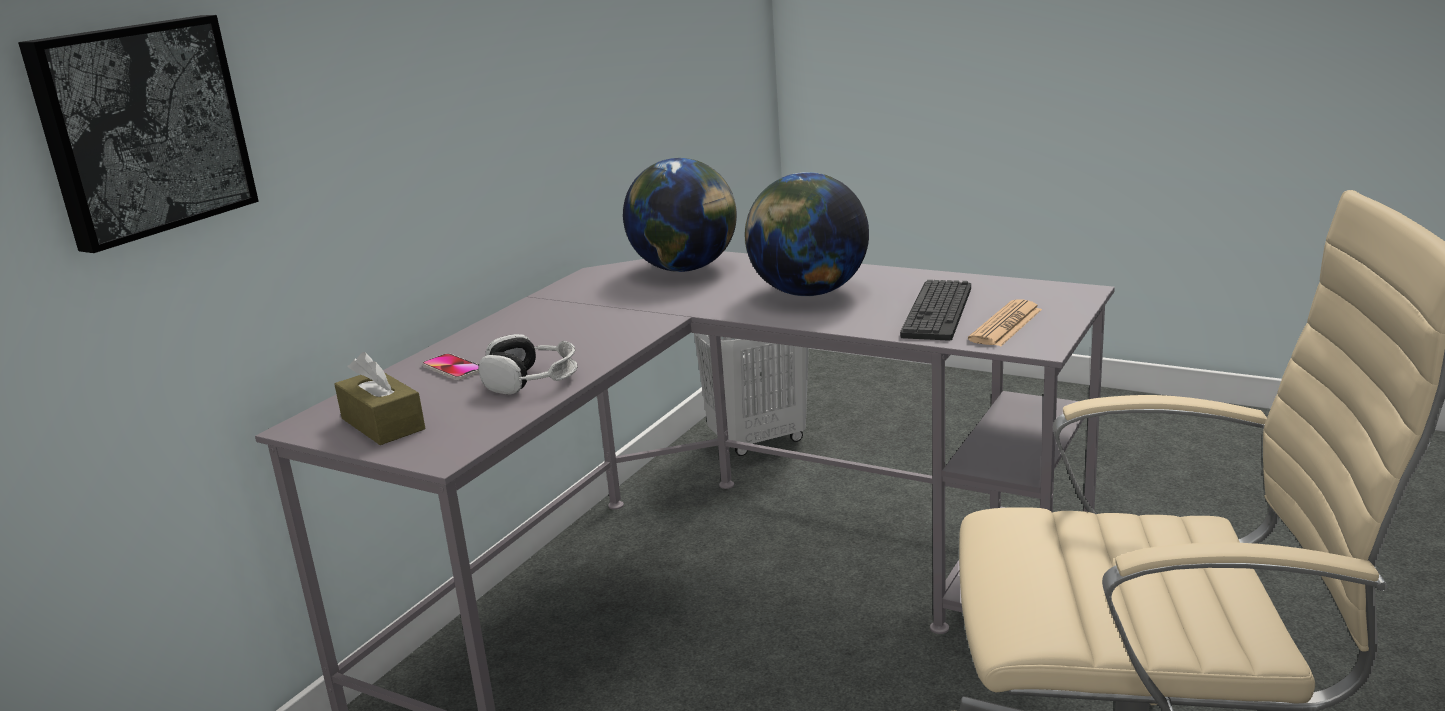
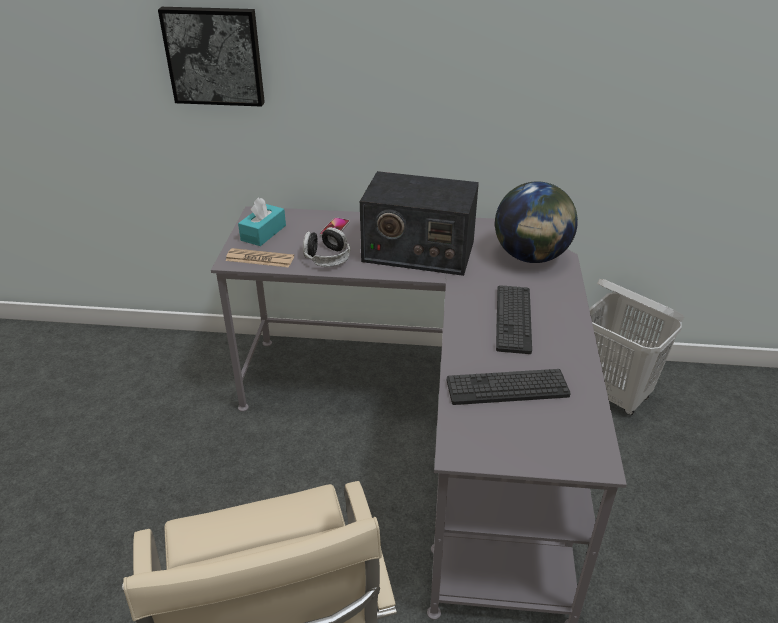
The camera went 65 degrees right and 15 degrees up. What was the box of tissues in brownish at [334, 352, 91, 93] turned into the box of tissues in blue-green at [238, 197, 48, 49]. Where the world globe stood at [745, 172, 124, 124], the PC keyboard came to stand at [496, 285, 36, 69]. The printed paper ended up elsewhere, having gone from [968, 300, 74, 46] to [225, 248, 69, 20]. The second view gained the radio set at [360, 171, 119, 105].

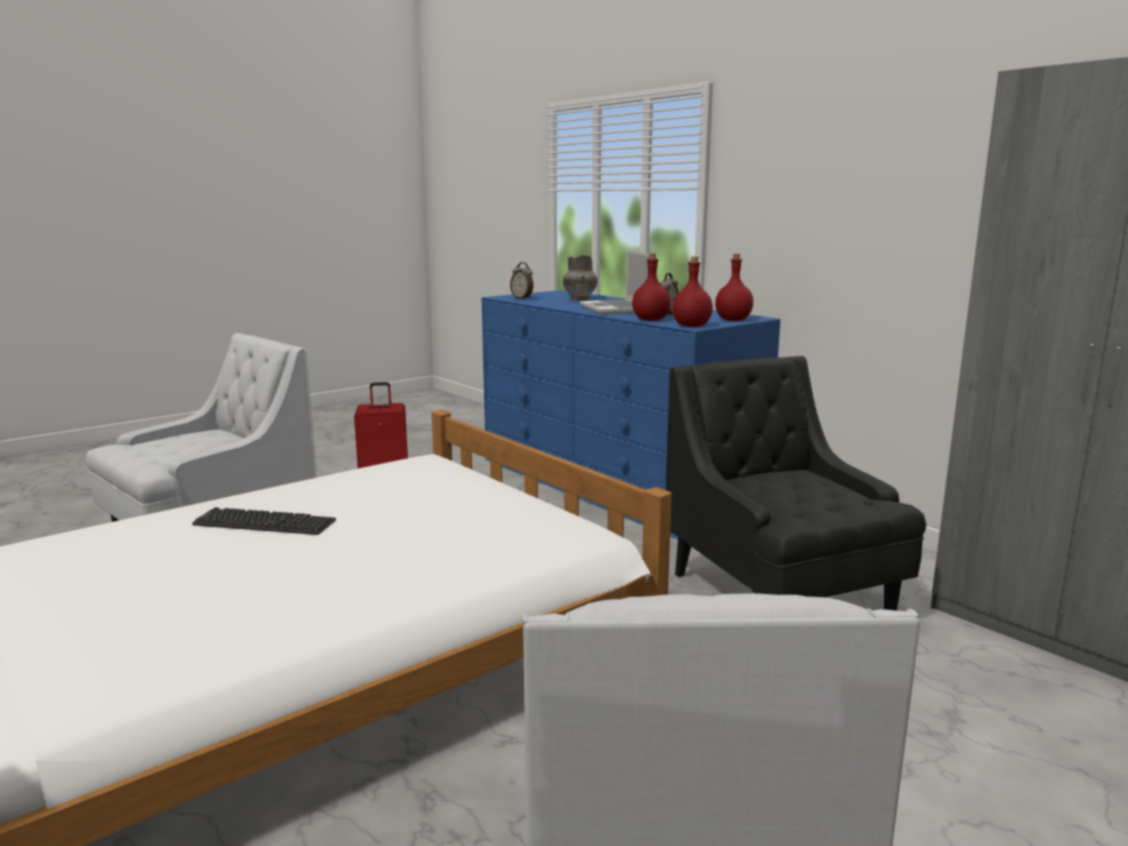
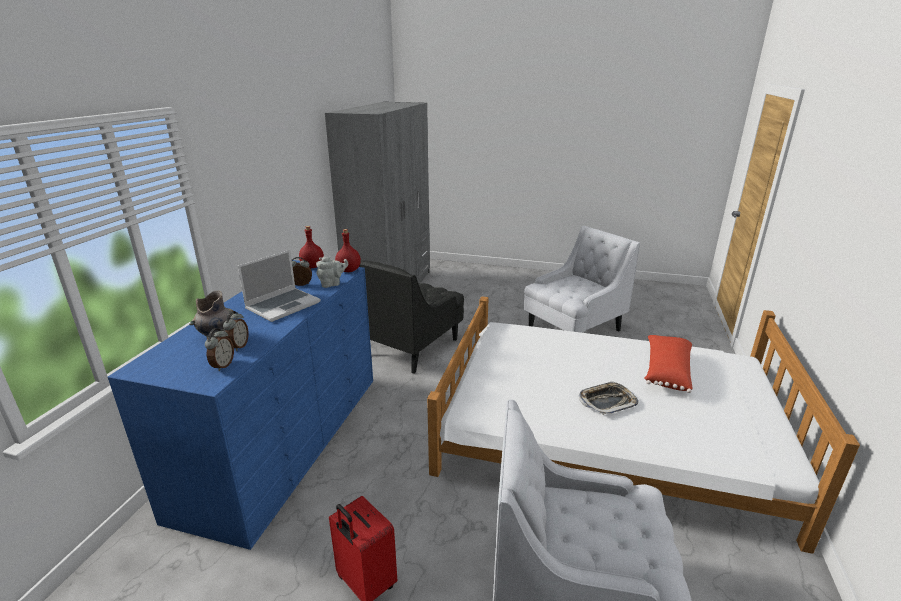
The camera went 125 degrees left and 10 degrees up. Where the PC keyboard stood at [192, 507, 144, 28], the carrying tray came to stand at [579, 381, 60, 34]. Where the drink bottle in red-coloured stood at [632, 254, 39, 67], the pot for tea in gray came to stand at [316, 256, 32, 32]. The second view gained the bedside clock at [223, 311, 26, 40]. The second view gained the pillow in red-coloured at [644, 335, 49, 58].

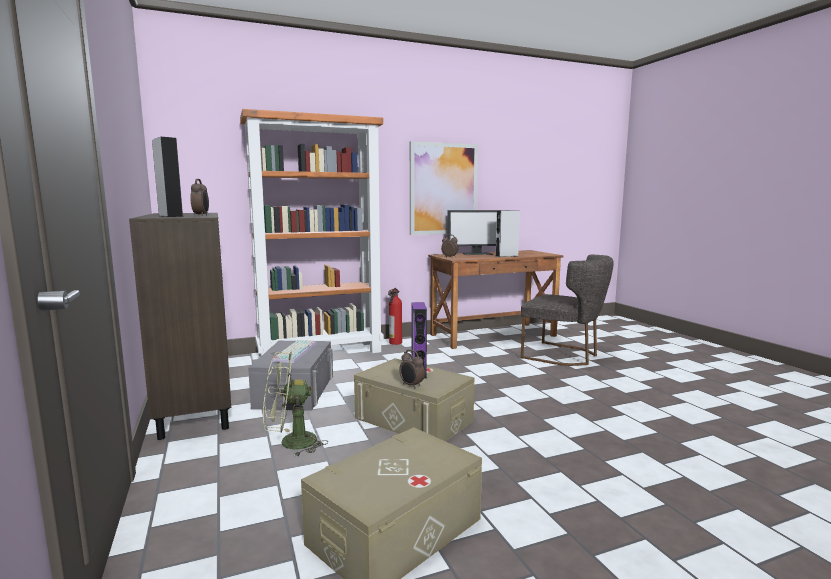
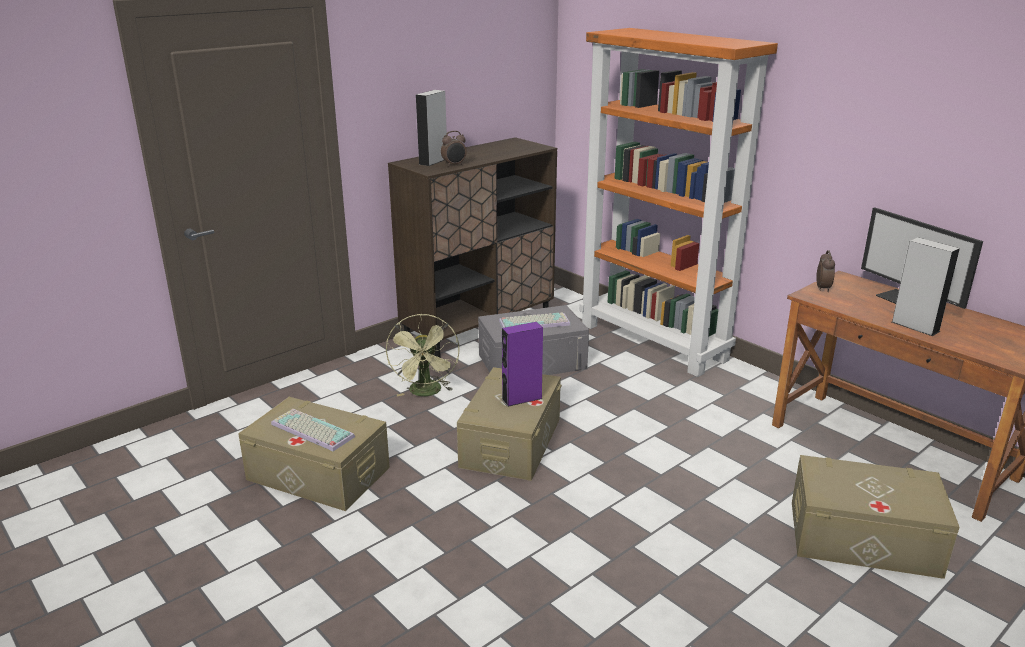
The camera went 70 degrees right and 15 degrees up. The electric fan in green-coloured at [263, 351, 65, 106] ended up facing another way, 150 degrees counterclockwise from before. The second view lost the fire extinguisher at [388, 288, 14, 57]. The second view lost the bedside clock at [399, 350, 26, 39]. The second view lost the picture at [410, 141, 68, 94]. Where the plain chair in gray stood at [521, 255, 93, 111], the storage container in sand-coloured came to stand at [792, 455, 167, 124]. The second view gained the PC keyboard at [271, 409, 84, 42].

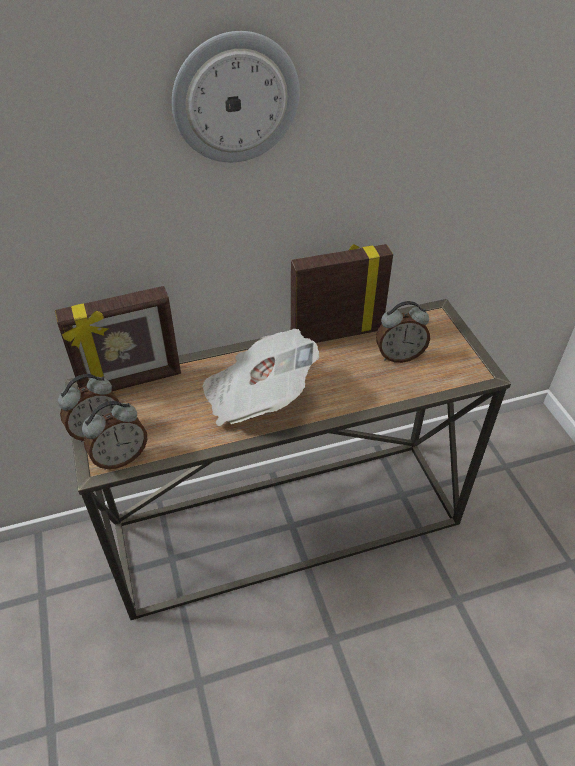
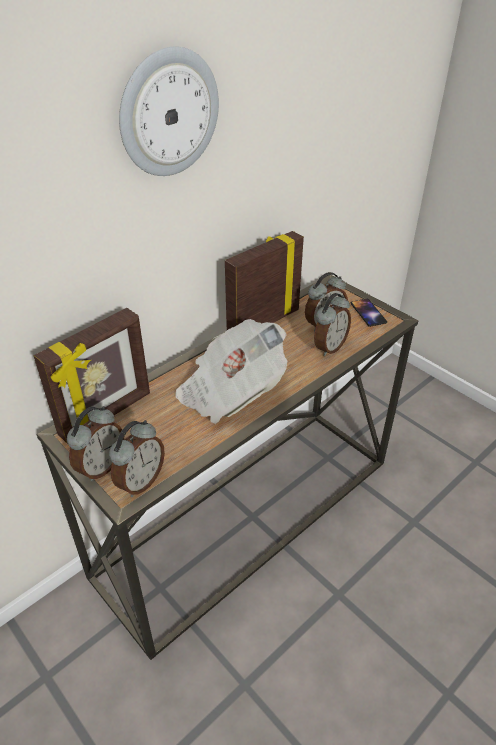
The camera went 25 degrees left and 5 degrees down. The second view gained the bedside clock at [314, 293, 37, 63]. The second view gained the telephone at [351, 299, 36, 28].

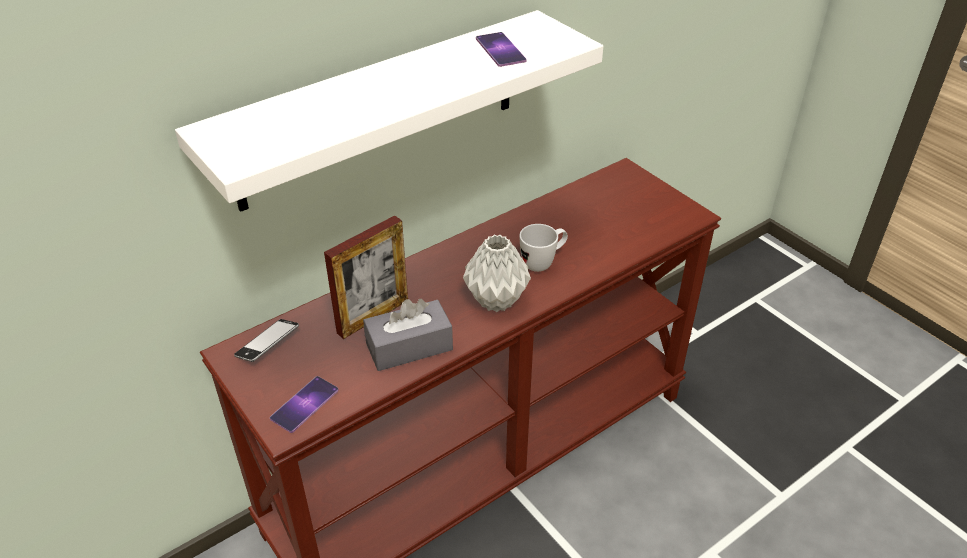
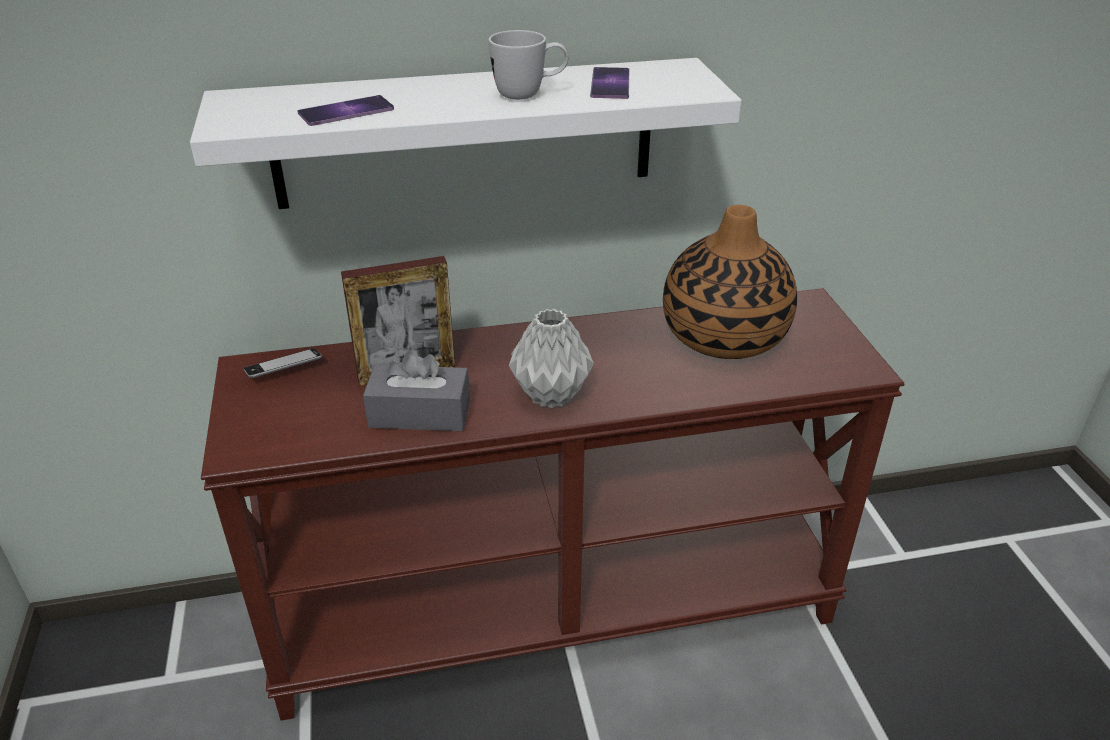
The camera went 25 degrees right and 5 degrees down. The telephone ended up elsewhere, having gone from [270, 376, 69, 57] to [298, 95, 96, 31]. The mug in white-coloured ended up elsewhere, having gone from [519, 224, 49, 48] to [489, 30, 79, 70]. The second view gained the flower vase at [663, 205, 134, 154].

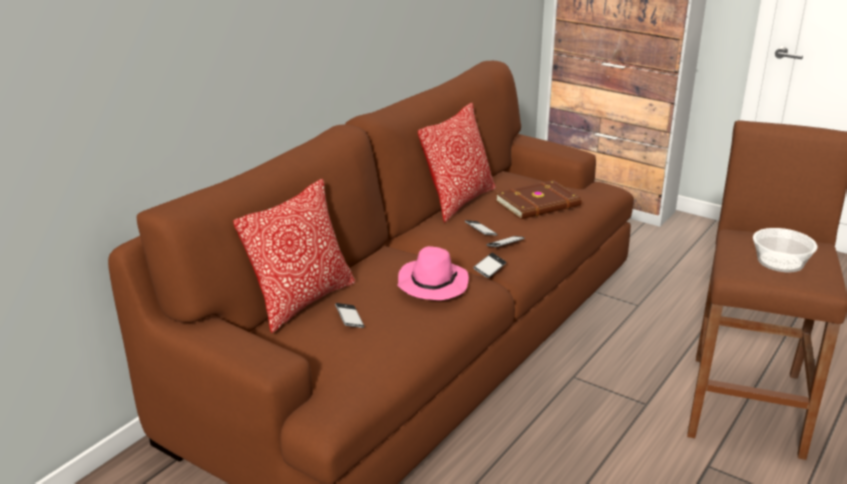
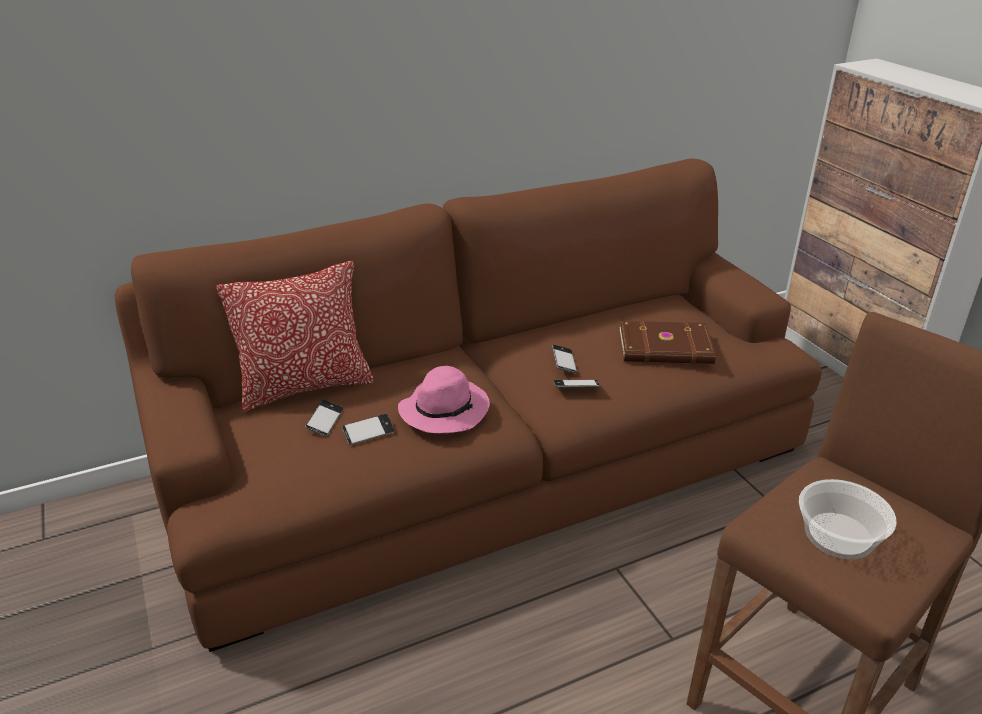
The camera went 30 degrees right and 5 degrees up. The second view lost the pillow at [418, 103, 78, 120]. The telephone ended up elsewhere, having gone from [473, 253, 33, 25] to [342, 414, 53, 31].

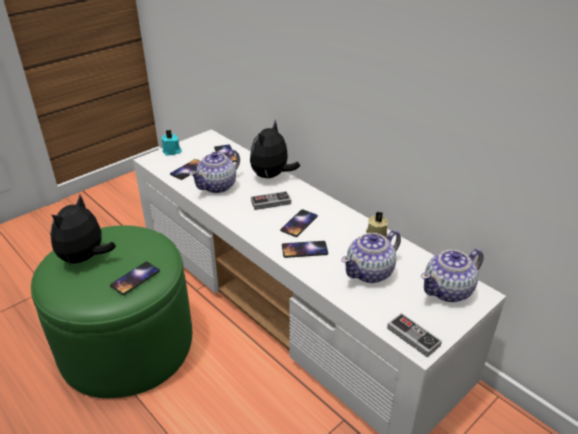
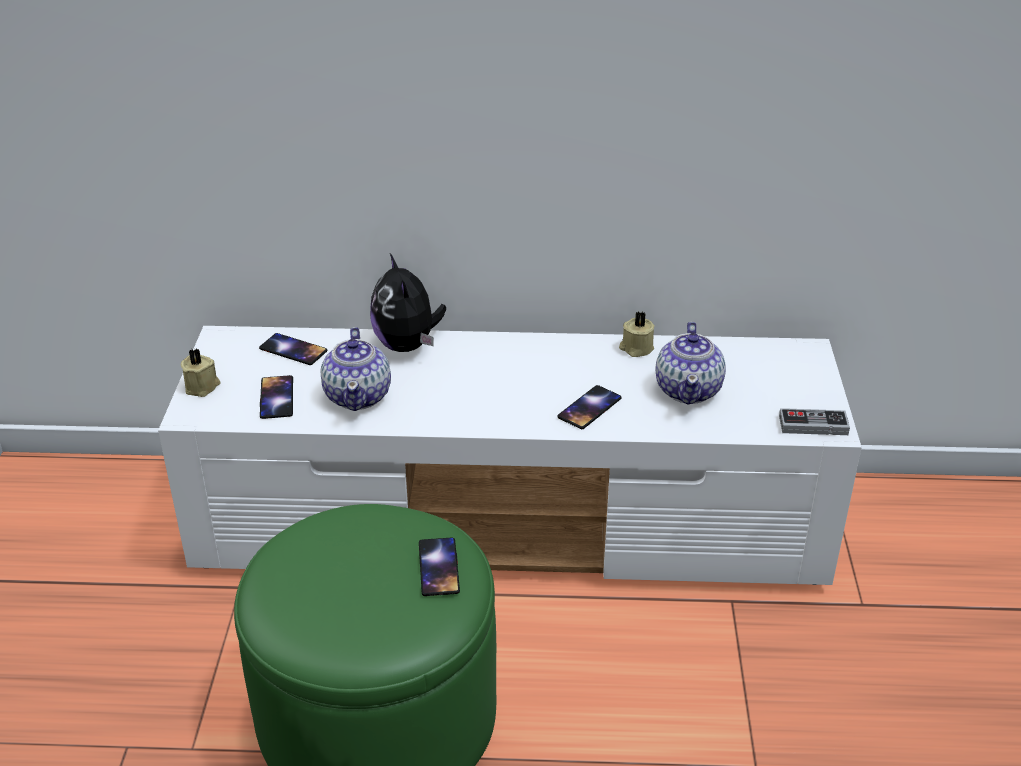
The camera went 45 degrees left and 0 degrees up. The second view lost the soft toy at [50, 195, 66, 70]. What was the wax candle in blue-green at [161, 130, 21, 26] turned into the wax candle in sand-coloured at [181, 348, 39, 49]. The second view lost the game controller at [251, 191, 40, 19]. The second view lost the telephone at [280, 209, 38, 28]. The second view lost the pot for tea at [421, 249, 62, 53].

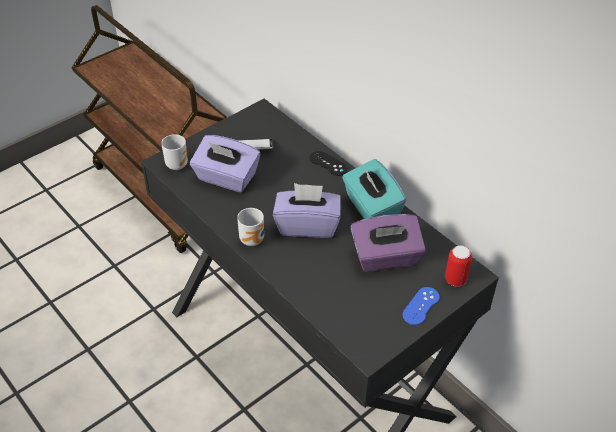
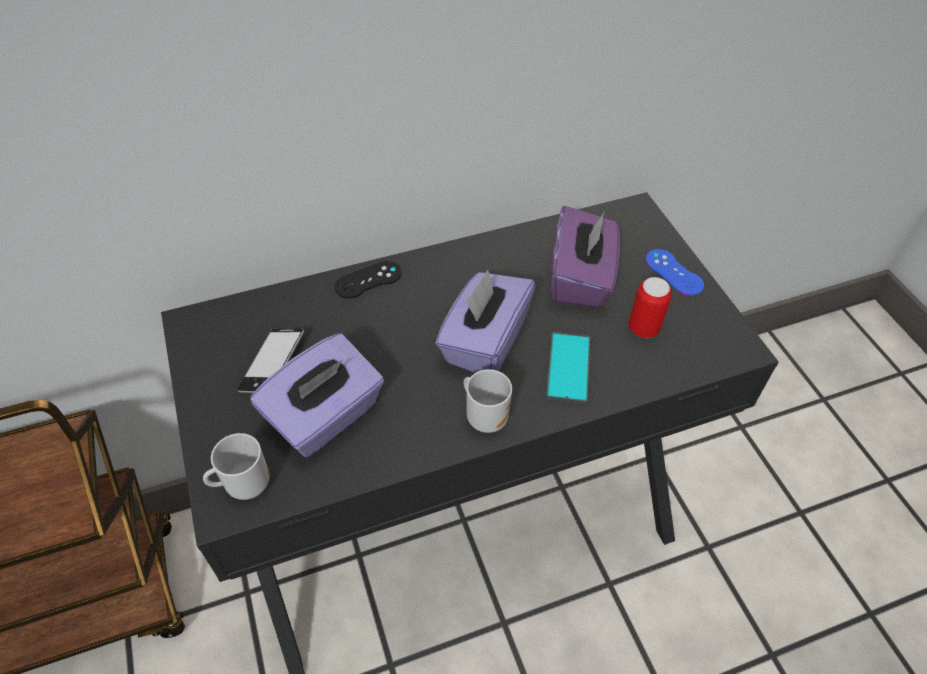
The camera went 70 degrees left and 5 degrees up. The second view lost the box of tissues in blue-green at [342, 159, 64, 60]. The sealed can ended up elsewhere, having gone from [445, 245, 27, 42] to [629, 277, 43, 61]. The second view gained the telephone at [546, 332, 44, 72].

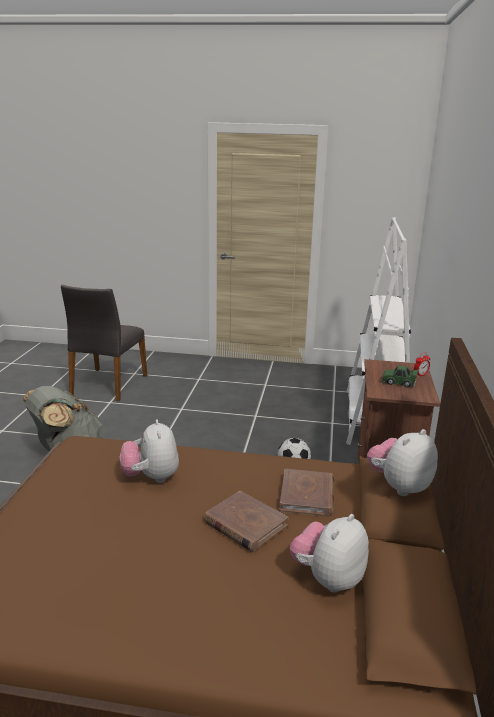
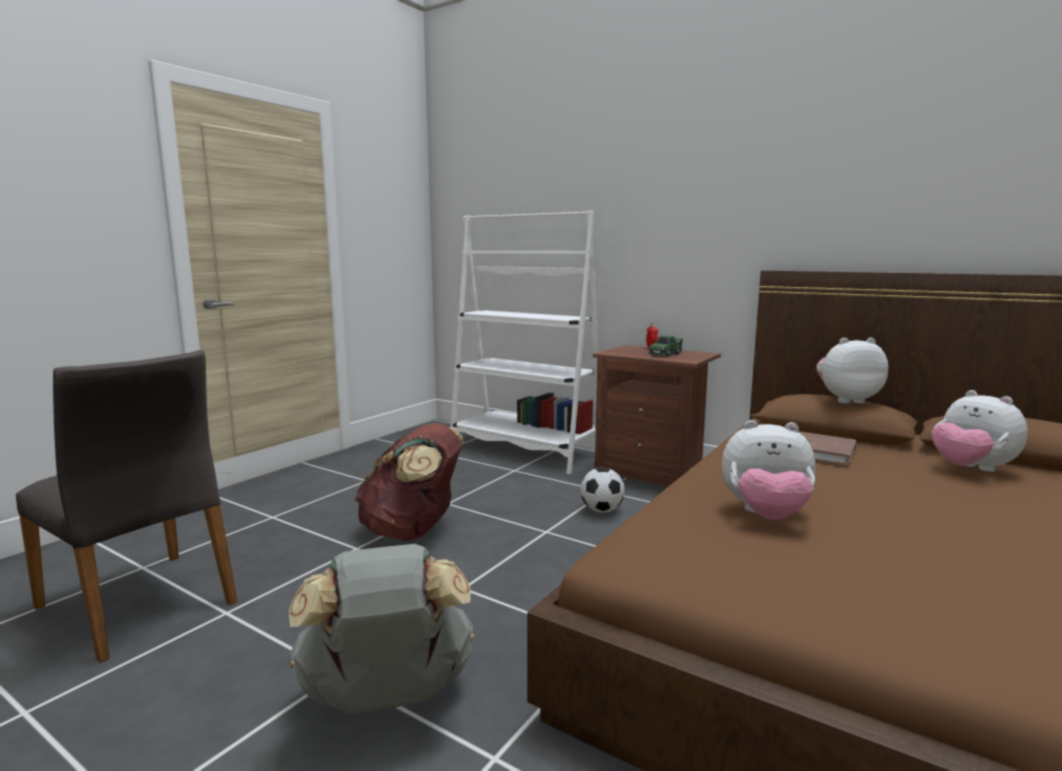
The camera went 65 degrees left and 10 degrees down. The second view lost the bound book in brownish at [204, 491, 85, 61]. The soft toy at [367, 429, 71, 67] ended up facing another way, 105 degrees clockwise from before. The second view gained the knapsack in brownish at [355, 423, 109, 118].

